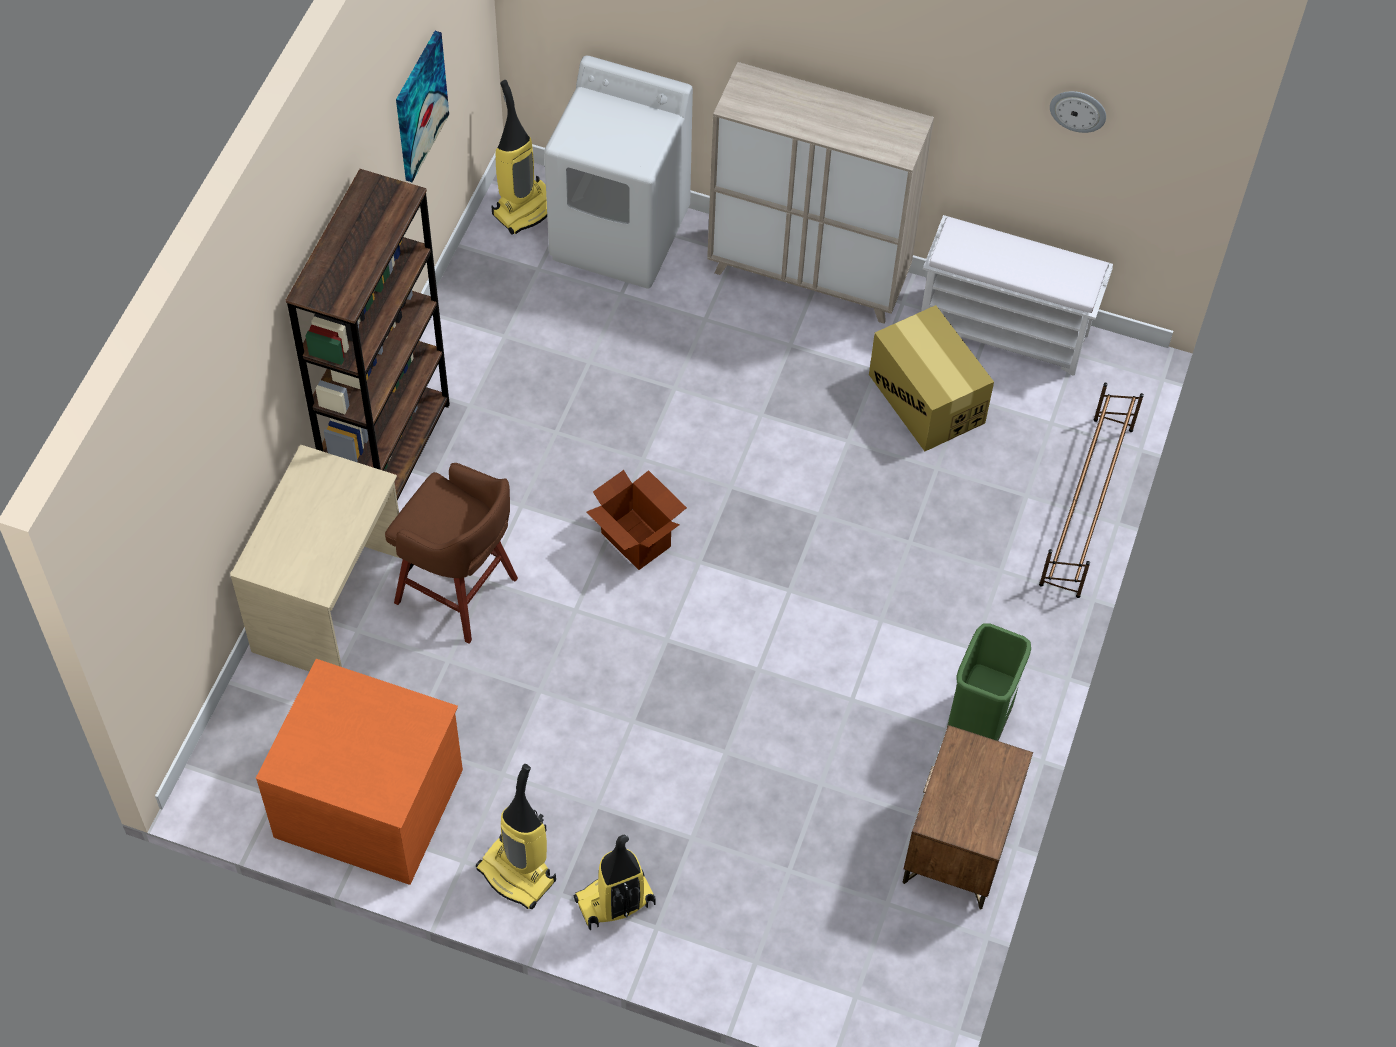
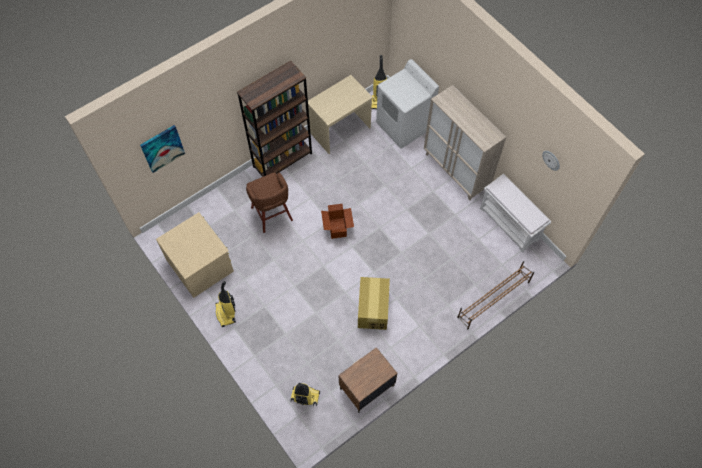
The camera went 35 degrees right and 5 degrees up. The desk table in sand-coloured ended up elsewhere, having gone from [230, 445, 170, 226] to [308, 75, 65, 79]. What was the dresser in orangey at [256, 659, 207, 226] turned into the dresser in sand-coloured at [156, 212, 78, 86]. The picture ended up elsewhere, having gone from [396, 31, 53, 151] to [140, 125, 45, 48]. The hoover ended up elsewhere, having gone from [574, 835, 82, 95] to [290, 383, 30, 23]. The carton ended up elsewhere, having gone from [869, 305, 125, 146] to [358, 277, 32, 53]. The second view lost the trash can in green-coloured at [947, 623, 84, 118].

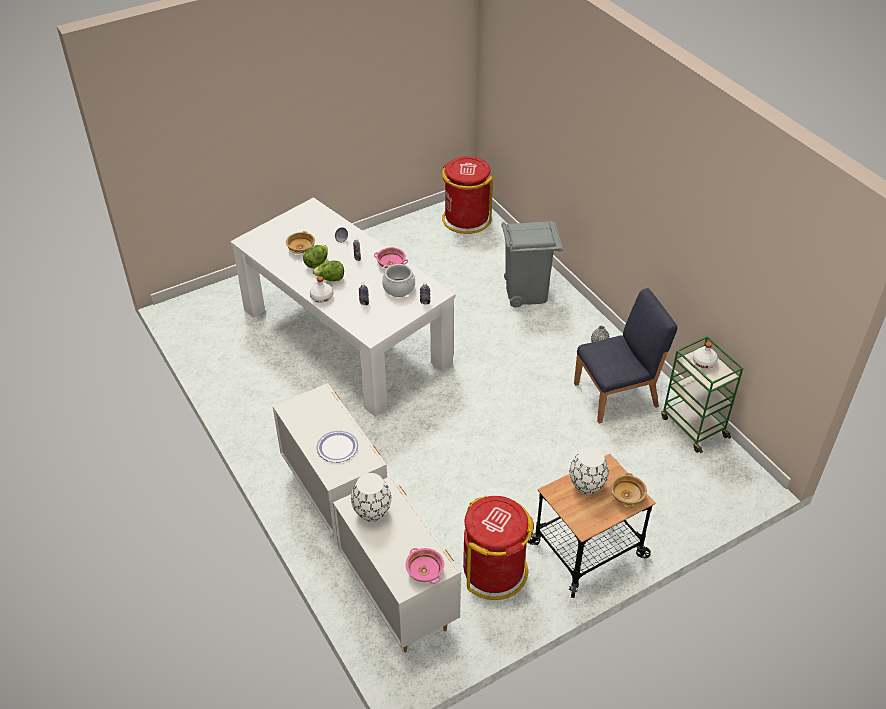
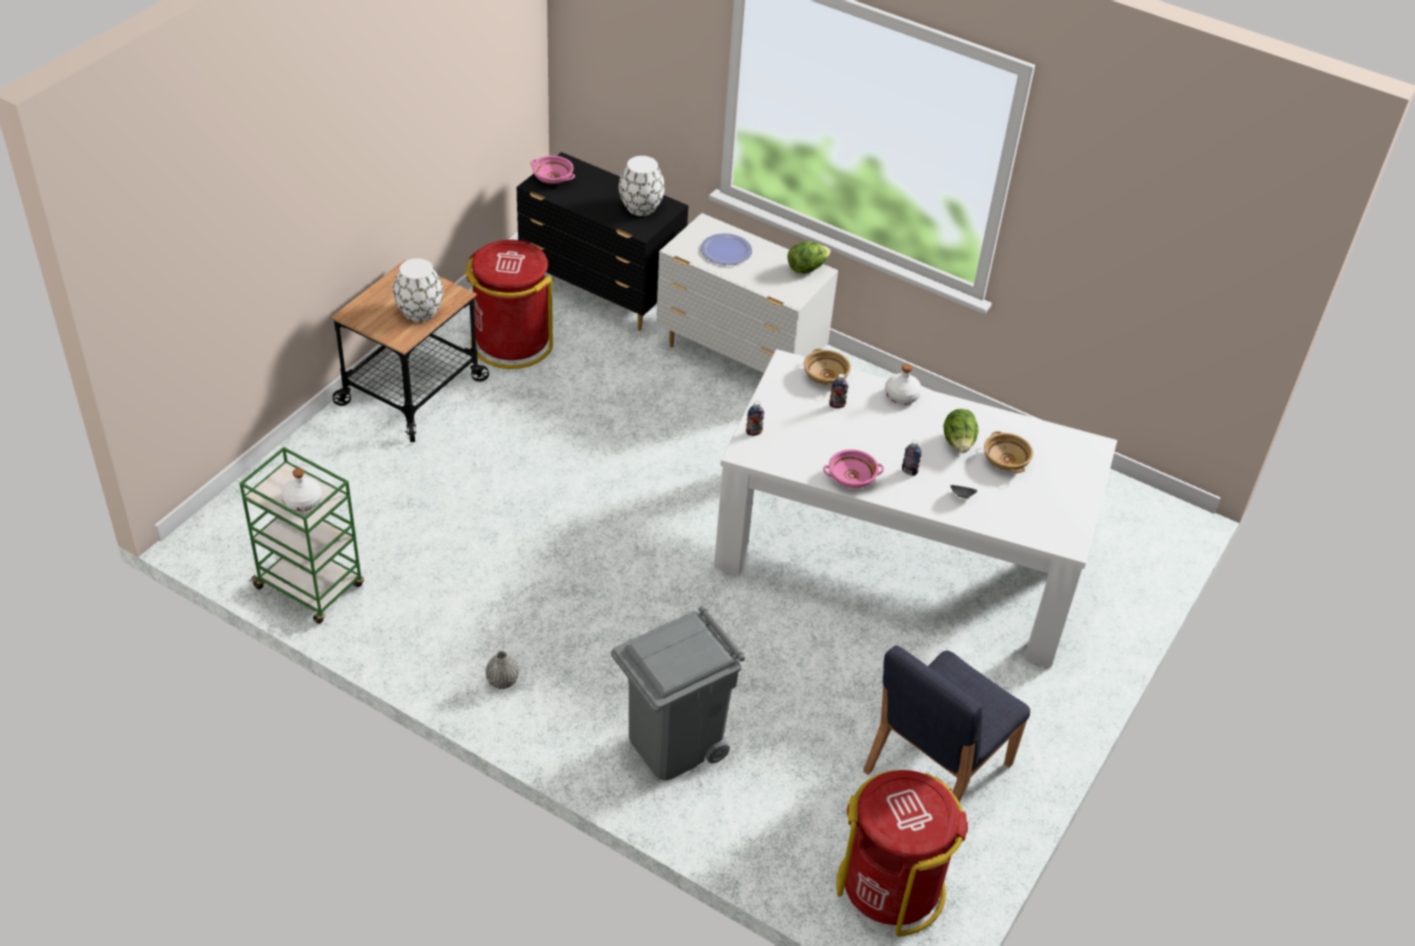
The camera went 150 degrees right and 0 degrees up. The lettuce ended up elsewhere, having gone from [312, 261, 32, 20] to [788, 242, 43, 32]. What was the dresser in white-coloured at [333, 475, 128, 177] turned into the dresser in black at [516, 152, 172, 179]. The second view lost the stockpot at [382, 264, 33, 33]. The plain chair in blue-coloured ended up elsewhere, having gone from [574, 288, 104, 135] to [863, 645, 167, 158]. The bowl in sand-coloured ended up elsewhere, having gone from [611, 473, 36, 35] to [804, 349, 47, 37].

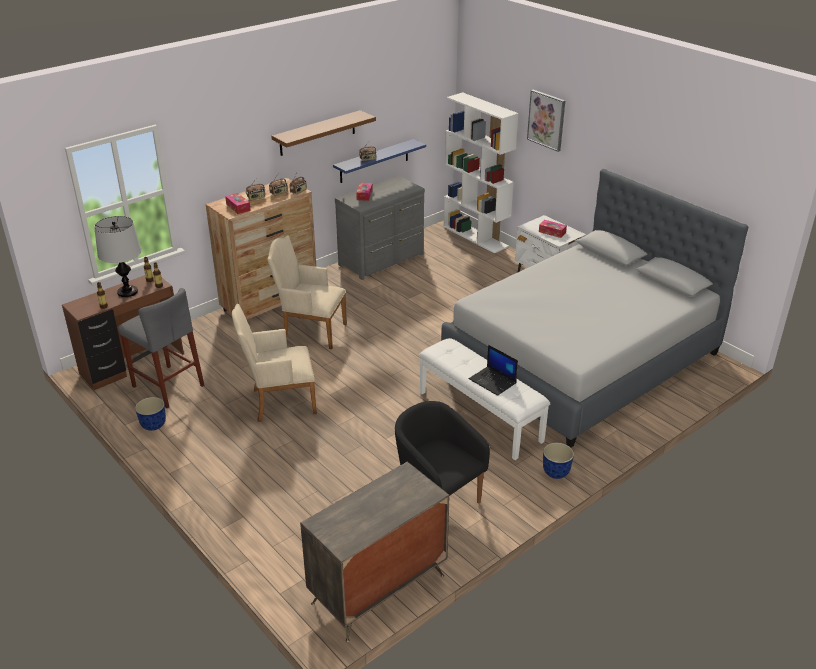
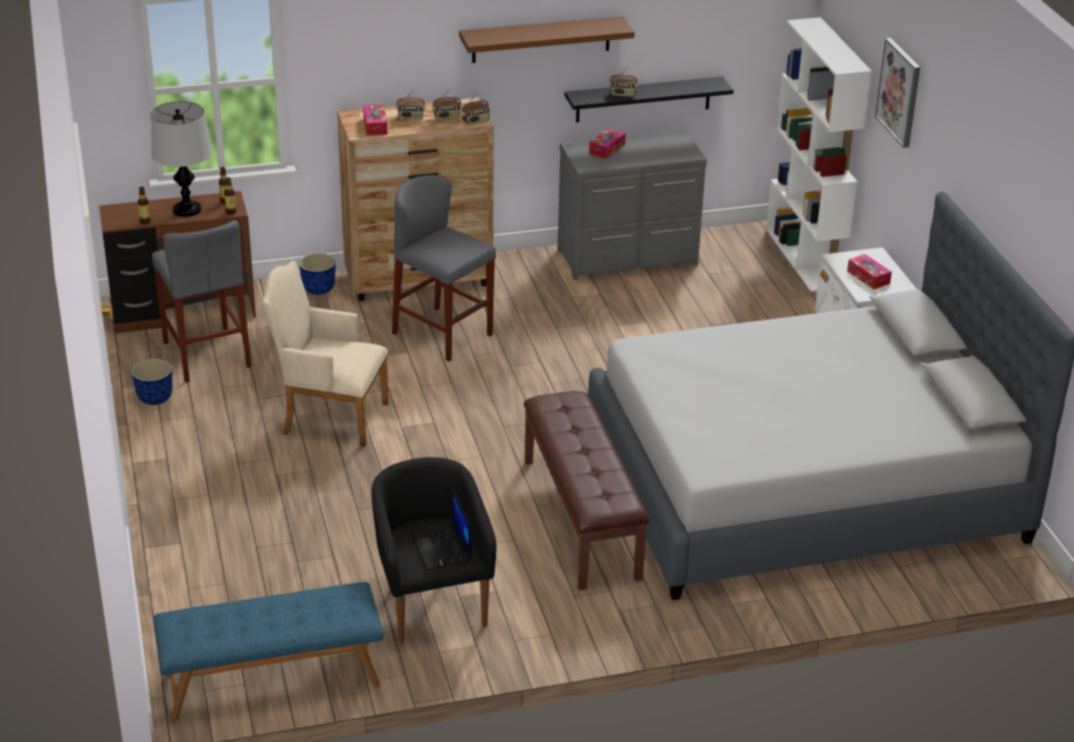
The camera went 25 degrees right and 0 degrees up. Where the easy chair in sand-coloured stood at [267, 235, 80, 114], the stool seat in gray came to stand at [392, 175, 104, 187]. Where the dresser stood at [300, 461, 150, 181], the indoor bench in blue-coloured came to stand at [154, 582, 230, 139]. What was the wall shelf in blue-coloured at [333, 139, 93, 44] turned into the wall shelf in black at [564, 77, 170, 45]. What was the indoor bench in white-coloured at [419, 338, 131, 122] turned into the indoor bench in brownish at [524, 391, 125, 199]. The portable computer ended up elsewhere, having gone from [469, 345, 49, 51] to [410, 489, 62, 81]. The plant pot ended up elsewhere, having gone from [543, 443, 31, 36] to [299, 253, 37, 42].

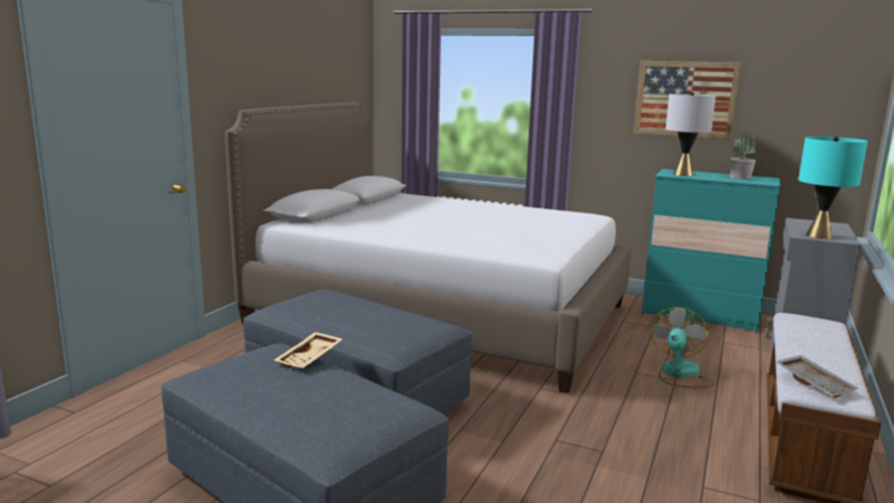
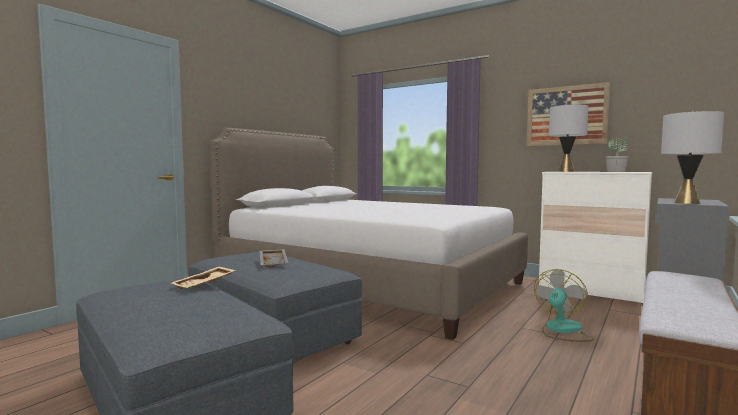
The camera went 10 degrees right and 10 degrees down. What was the dresser in blue-green at [642, 169, 139, 163] turned into the dresser in white-coloured at [539, 172, 113, 132]. The carrying tray in gray ended up elsewhere, having gone from [775, 355, 84, 43] to [259, 249, 30, 19]. What was the table lamp in blue-green at [798, 136, 70, 103] turned into the table lamp in gray at [661, 111, 63, 93].

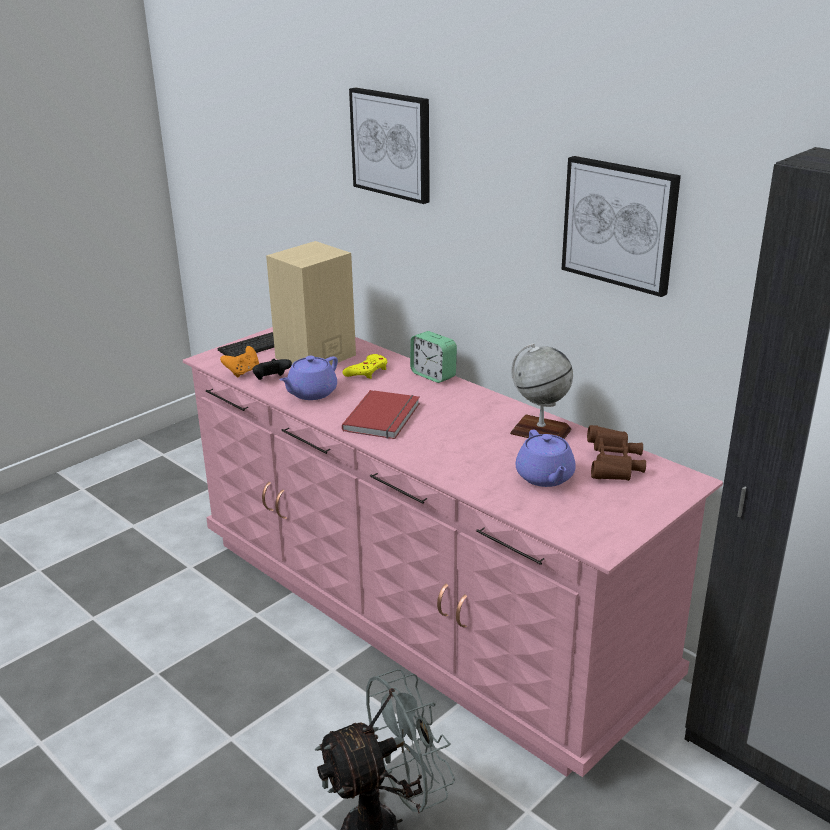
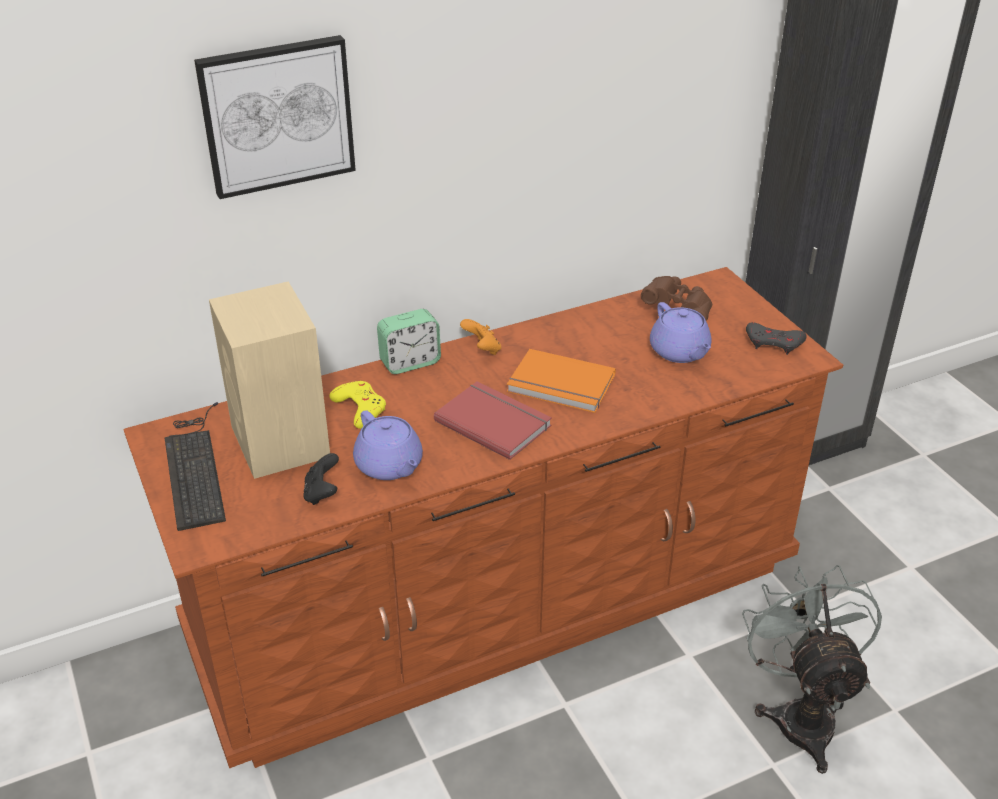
The camera went 70 degrees left and 10 degrees up. What was the dresser in pink at [183, 327, 540, 450] turned into the dresser in brownish at [123, 267, 720, 501]. The game controller in orangey ended up elsewhere, having gone from [220, 346, 39, 32] to [460, 319, 41, 36]. The second view lost the world globe at [510, 343, 63, 96]. The pot for tea in purple-coloured at [515, 430, 61, 57] ended up facing another way, 60 degrees clockwise from before. The second view lost the picture at [562, 156, 119, 141]. The second view gained the bound book in orangey at [507, 349, 109, 64]. The second view gained the game controller in gray at [746, 322, 60, 33].

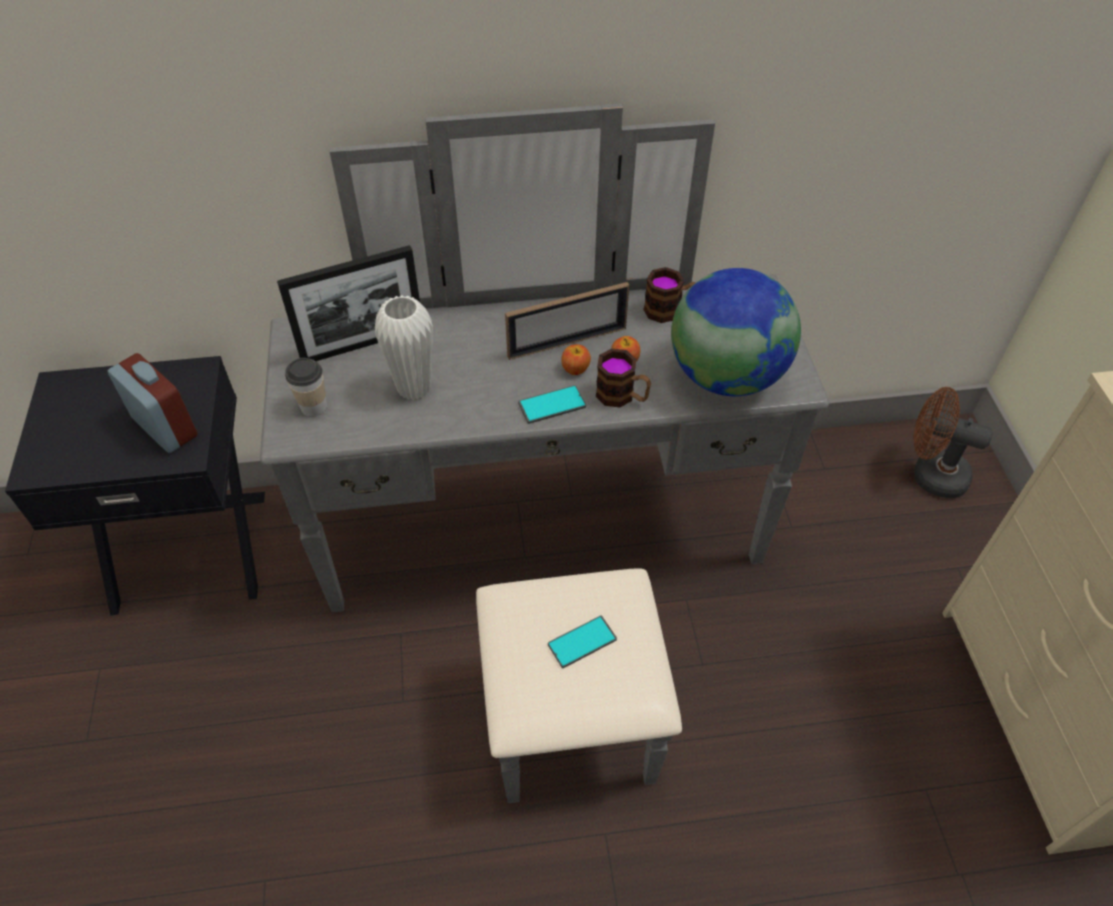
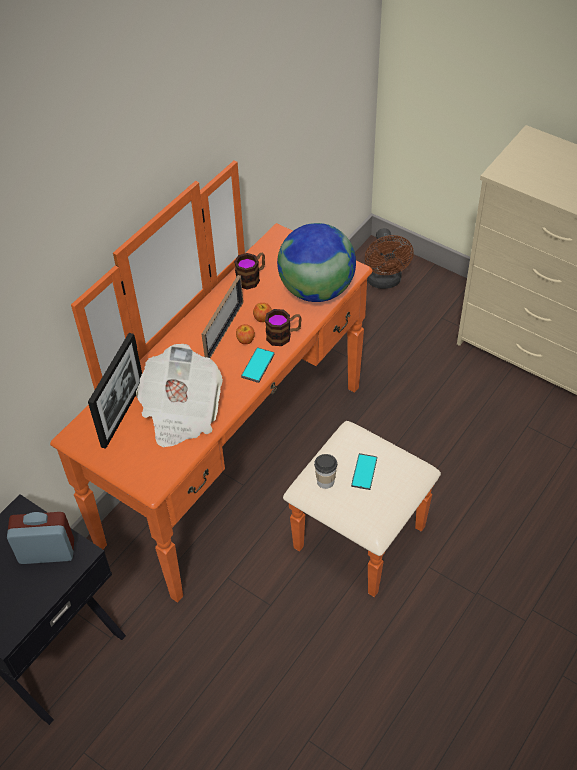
The camera went 45 degrees left and 0 degrees up. What was the dresser in gray at [260, 104, 569, 699] turned into the dresser in orangey at [50, 160, 391, 443]. The cup ended up elsewhere, having gone from [285, 358, 42, 59] to [314, 454, 23, 35]. Where the flower vase in white-coloured stood at [375, 295, 58, 105], the printed paper came to stand at [136, 344, 87, 103]. The electric fan in brownish at [913, 387, 80, 111] ended up facing another way, 75 degrees counterclockwise from before.

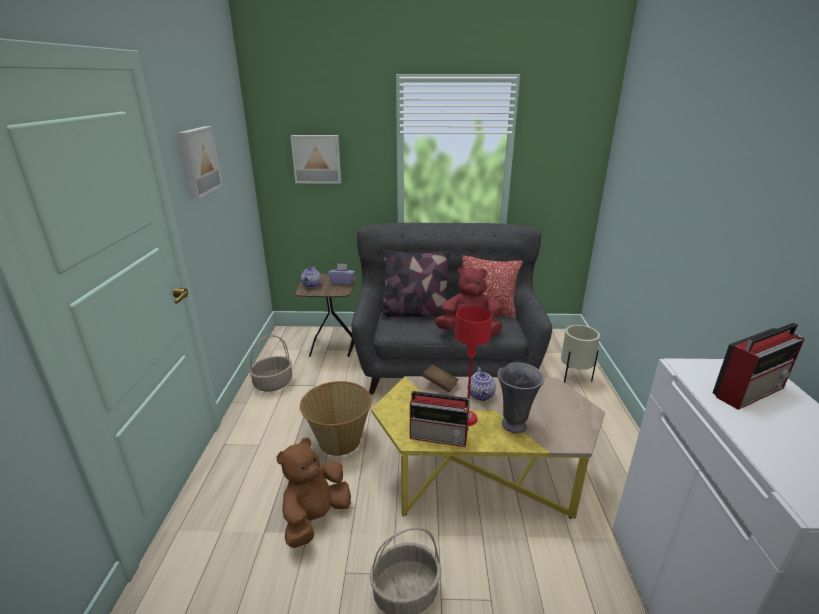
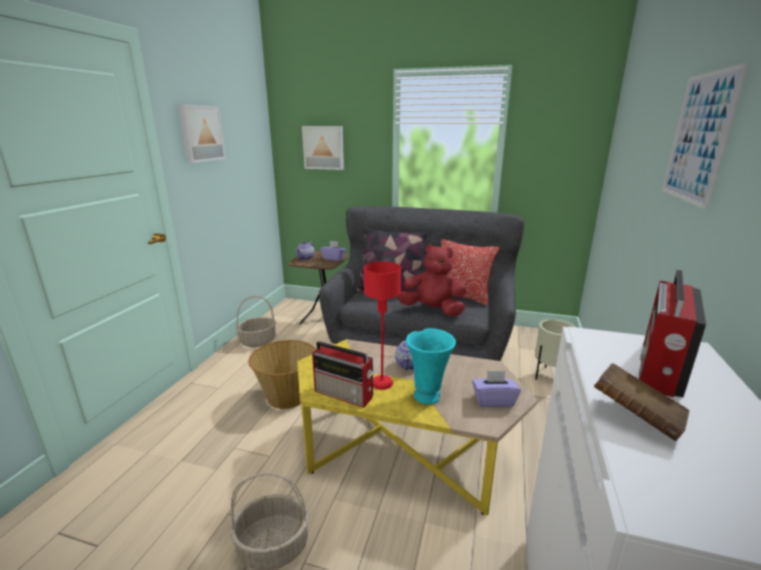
The camera went 15 degrees right and 5 degrees down. The second view lost the soft toy in brownish at [277, 437, 74, 111]. The bound book in brownish ended up elsewhere, having gone from [422, 364, 37, 28] to [594, 363, 95, 78]. What was the flower vase in gray at [497, 362, 47, 71] turned into the flower vase in blue-green at [406, 328, 50, 76]. The radio set at [713, 323, 92, 87] ended up facing another way, 135 degrees clockwise from before. The second view gained the box of tissues in purple-coloured at [472, 370, 49, 37]. The second view gained the picture at [662, 63, 87, 147].

